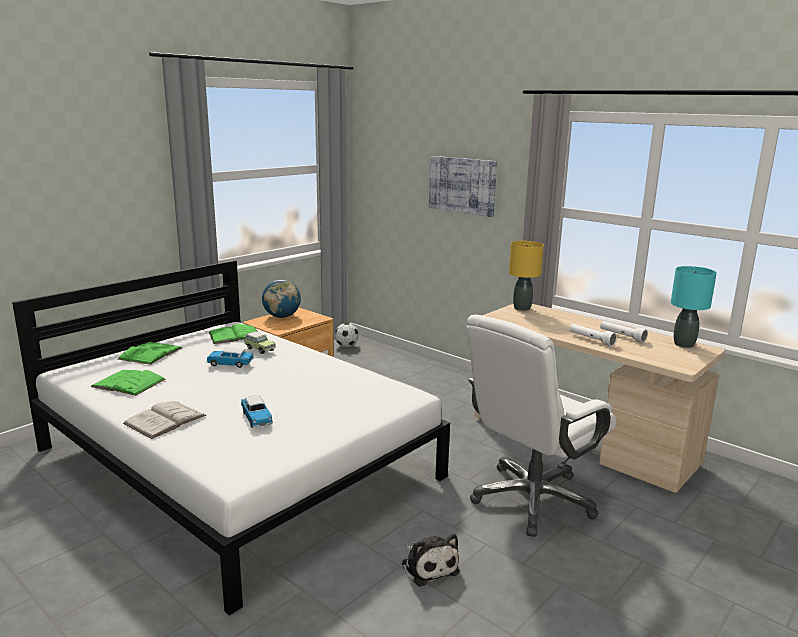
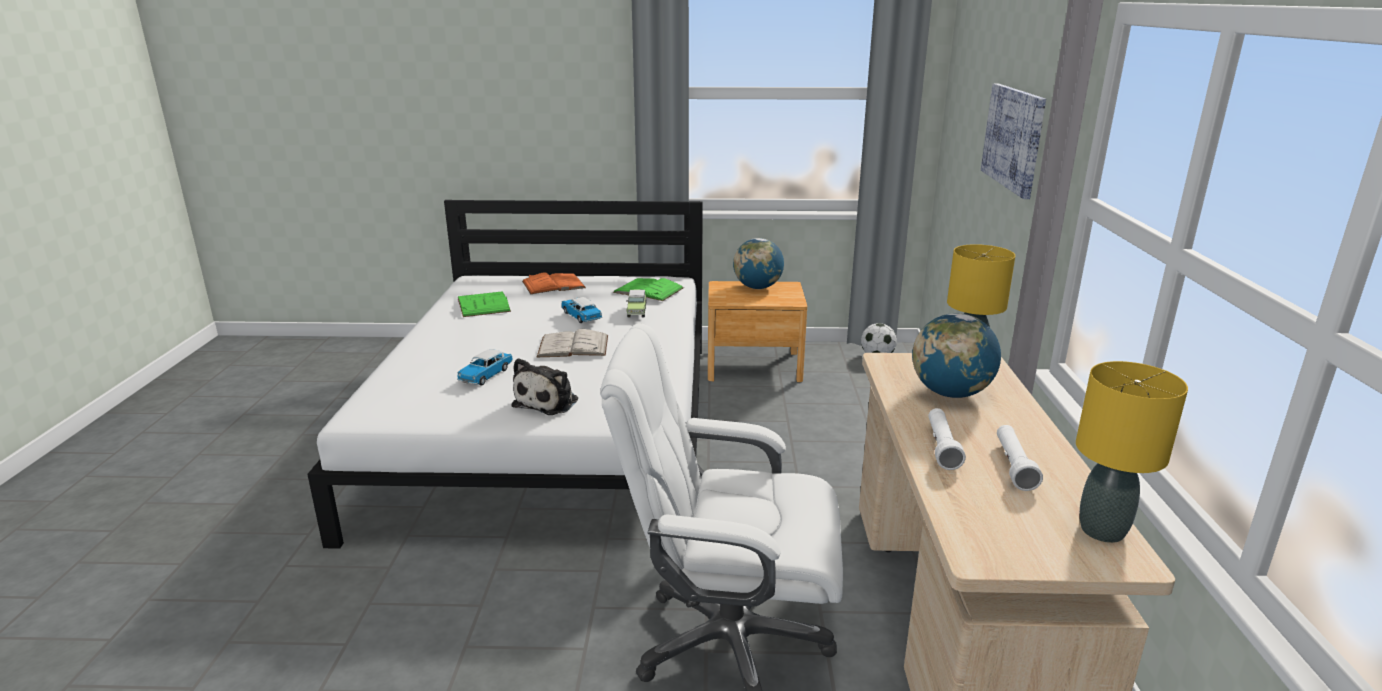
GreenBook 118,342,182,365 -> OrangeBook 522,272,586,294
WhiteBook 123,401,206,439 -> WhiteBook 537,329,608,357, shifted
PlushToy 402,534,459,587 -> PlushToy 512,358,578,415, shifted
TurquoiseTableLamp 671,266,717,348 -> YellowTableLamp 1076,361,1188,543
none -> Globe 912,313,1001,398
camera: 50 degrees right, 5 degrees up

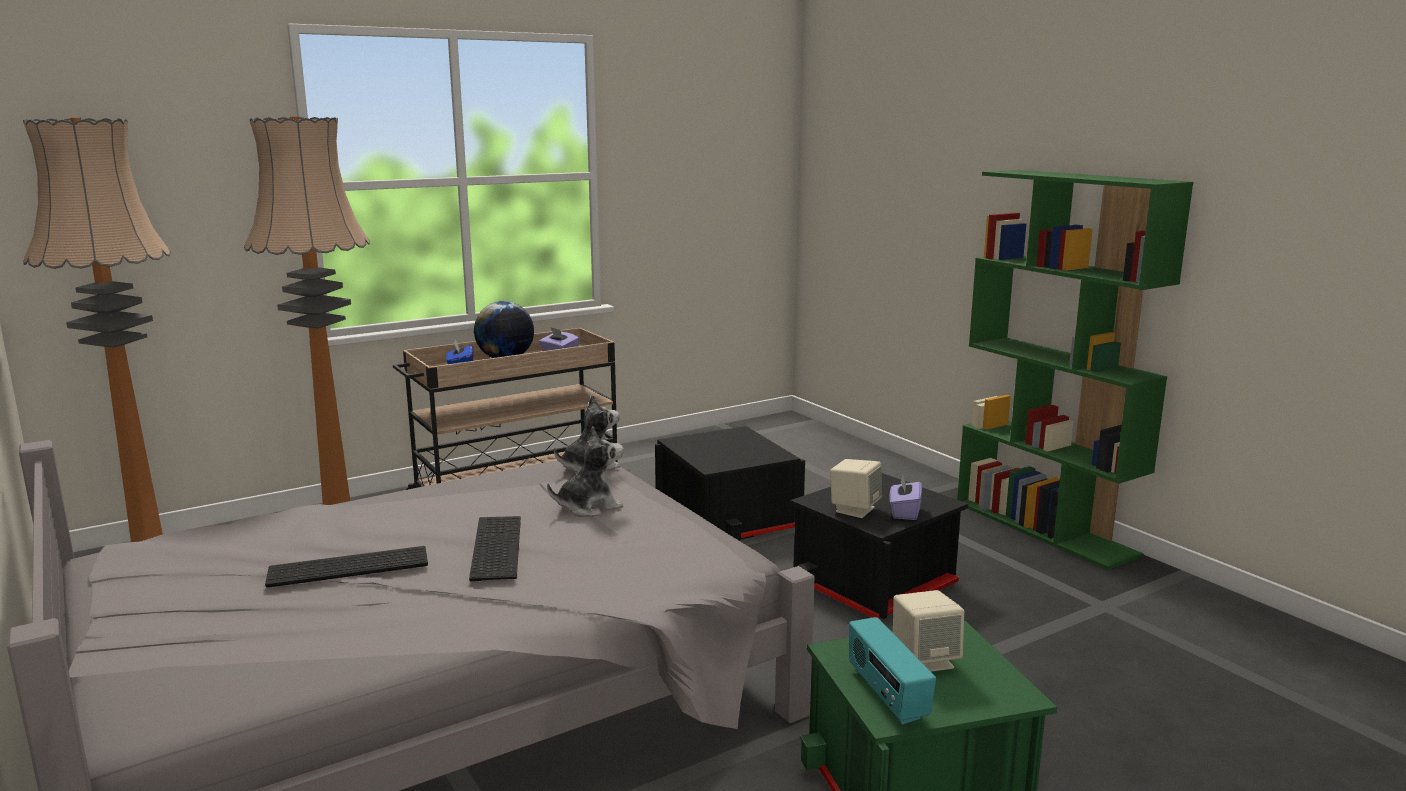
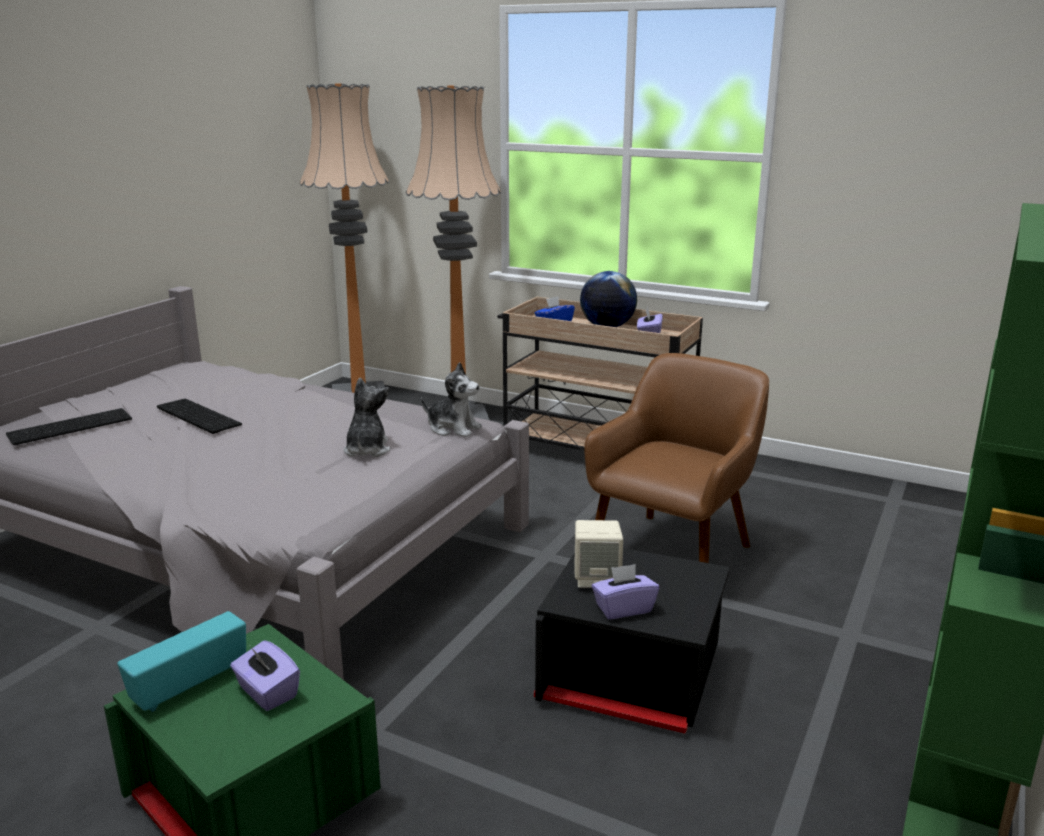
Keyboard 469,516,521,582 -> Keyboard 6,408,132,445, shifted
PlushToy 547,426,624,517 -> PlushToy 343,378,390,457, 120 degrees counterclockwise
BlackStorageBox 655,426,805,541 -> BrownArmchair 584,353,769,563
BeigeSpeaker 893,590,964,672 -> PurpleTissueBox 230,640,300,711
camera: 60 degrees right, 5 degrees up

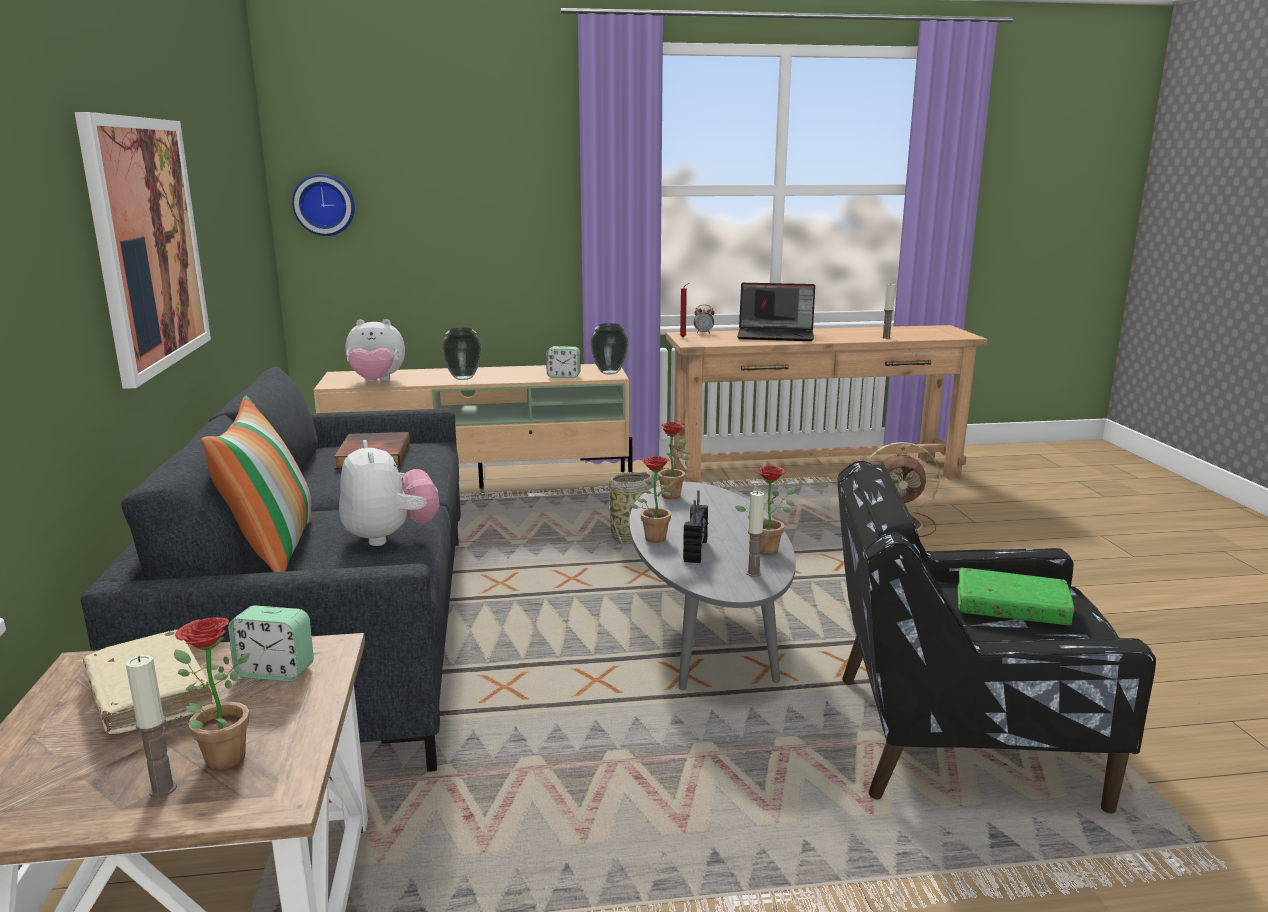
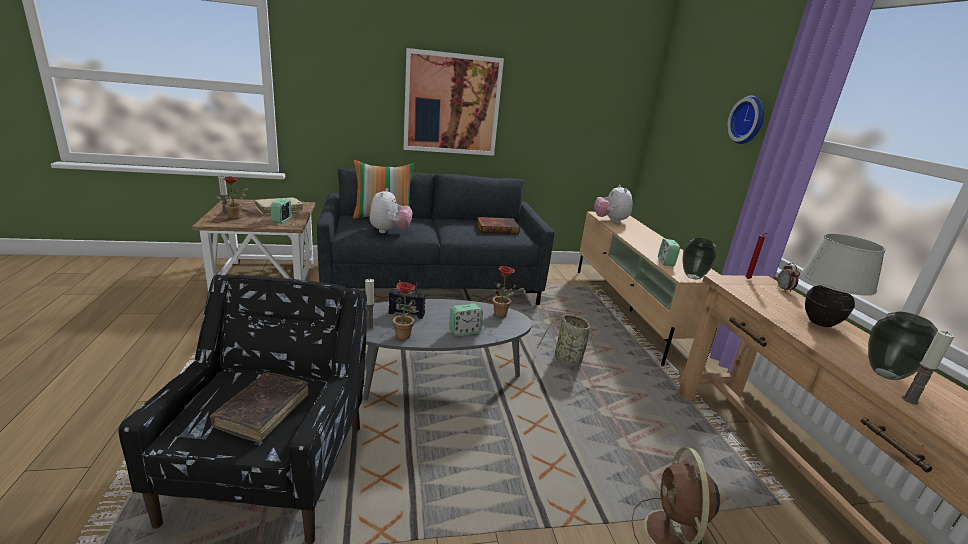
WallClock 292,174,355,236 -> WallClock 727,96,764,144, shifted
PlushToy 339,440,440,546 -> PlushToy 369,188,413,233, 60 degrees counterclockwise
Vase 442,328,482,380 -> Vase 868,312,938,380, shifted
PottedPlant 630,456,673,543 -> none
Laptop 737,283,815,341 -> WhiteTableLamp 802,234,886,327
GreenBook 958,568,1074,625 -> BrownBook 210,372,309,443
none -> AlarmClock 449,303,483,337
camera: 85 degrees right, 5 degrees up

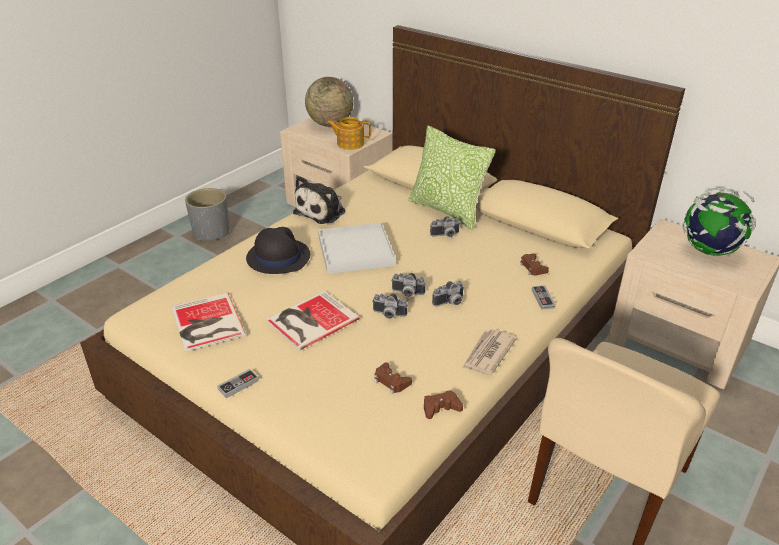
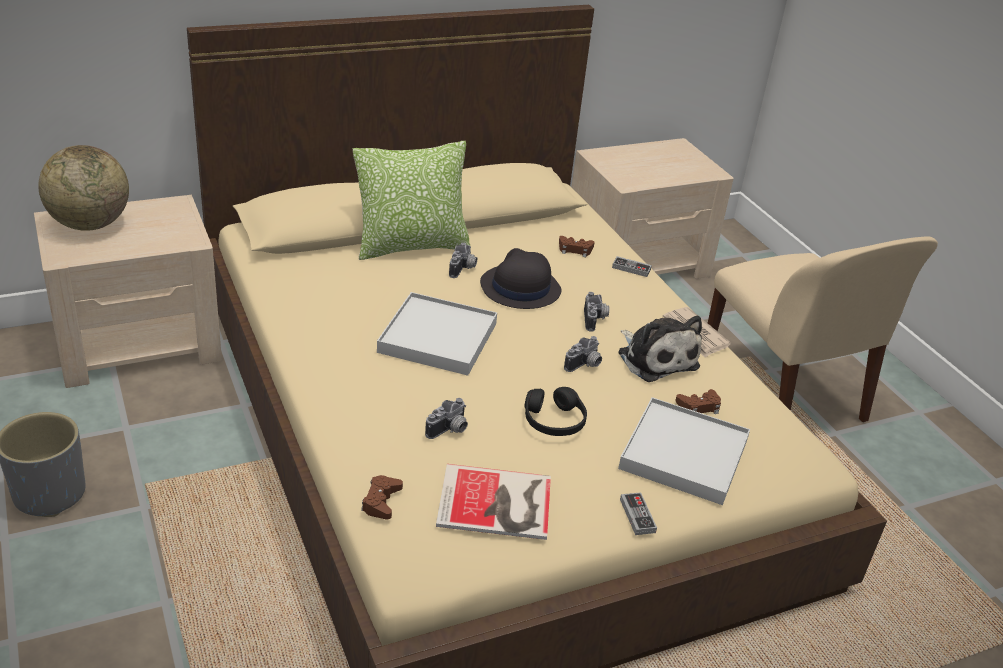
BlackHat 246,227,310,274 -> BlackHat 480,248,561,309, shifted
Book 266,291,359,350 -> BlackHeadphones 524,387,587,436
PlushToy 293,176,346,224 -> PlushToy 618,316,702,382, shifted
Teapot 327,117,371,150 -> none
PhotoCamera 391,273,426,297 -> PhotoCamera 425,398,468,439, shifted
BrownGameController 424,390,463,419 -> BrownGameController 361,475,403,519, shifted
Globe 683,188,755,256 -> none
none -> WhiteTray 618,397,750,505
camera: 65 degrees left, 0 degrees up

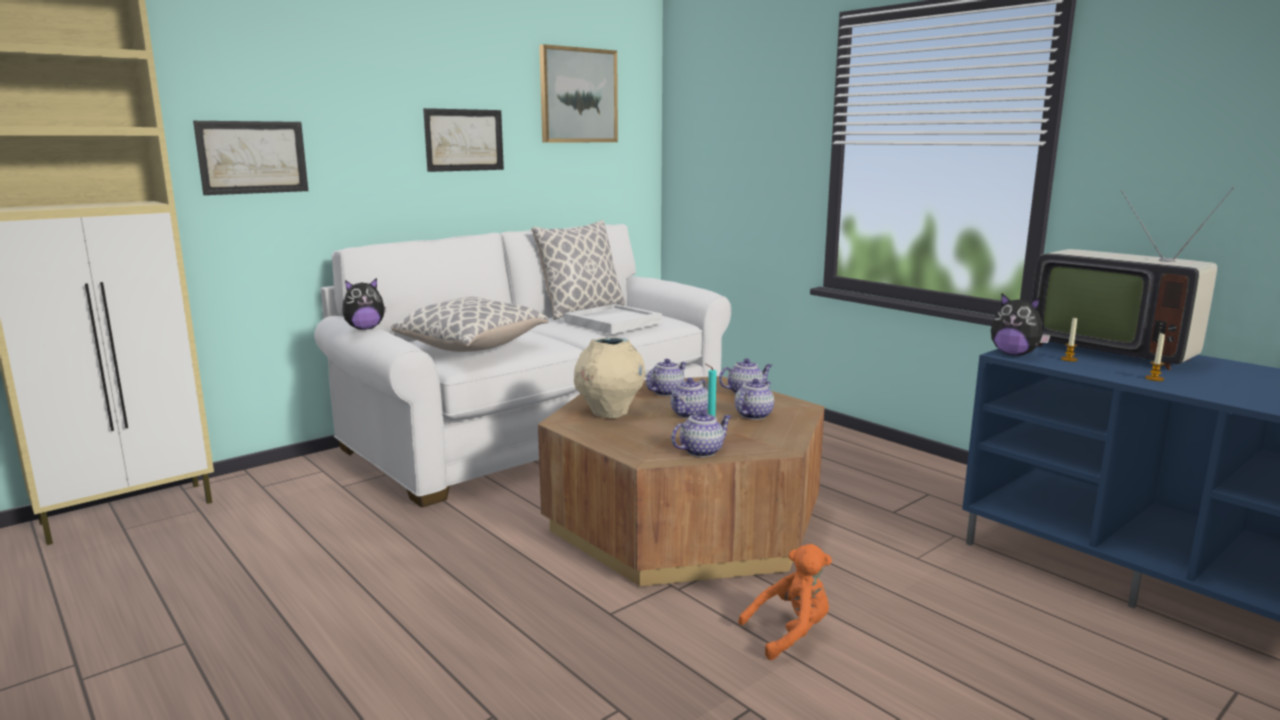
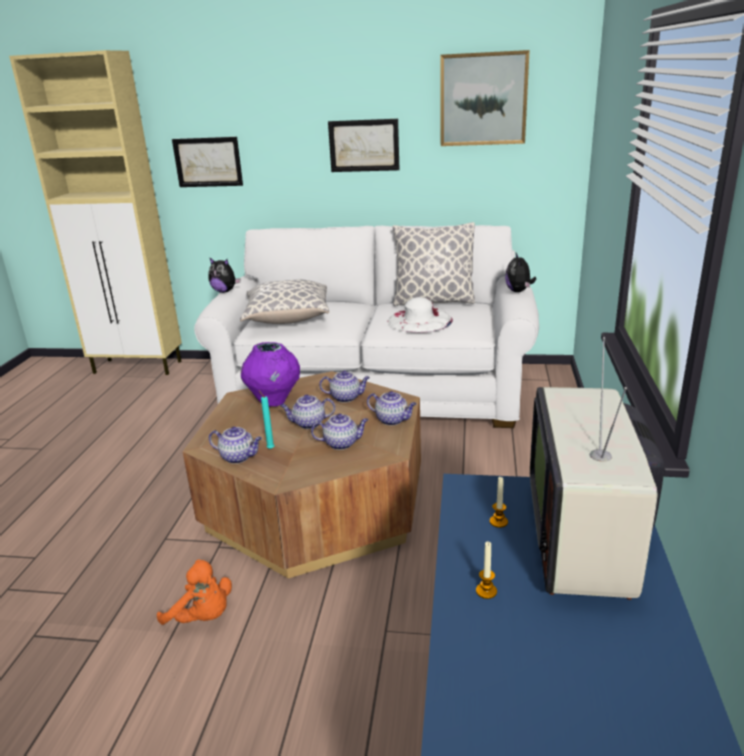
WhiteTray 564,304,662,334 -> WhiteHat 388,297,453,333
BeigeVase 574,338,645,418 -> PurpleVase 241,342,300,407
PlushToy 991,293,1051,356 -> PlushToy 505,253,536,292, shifted
camera: 50 degrees right, 10 degrees up

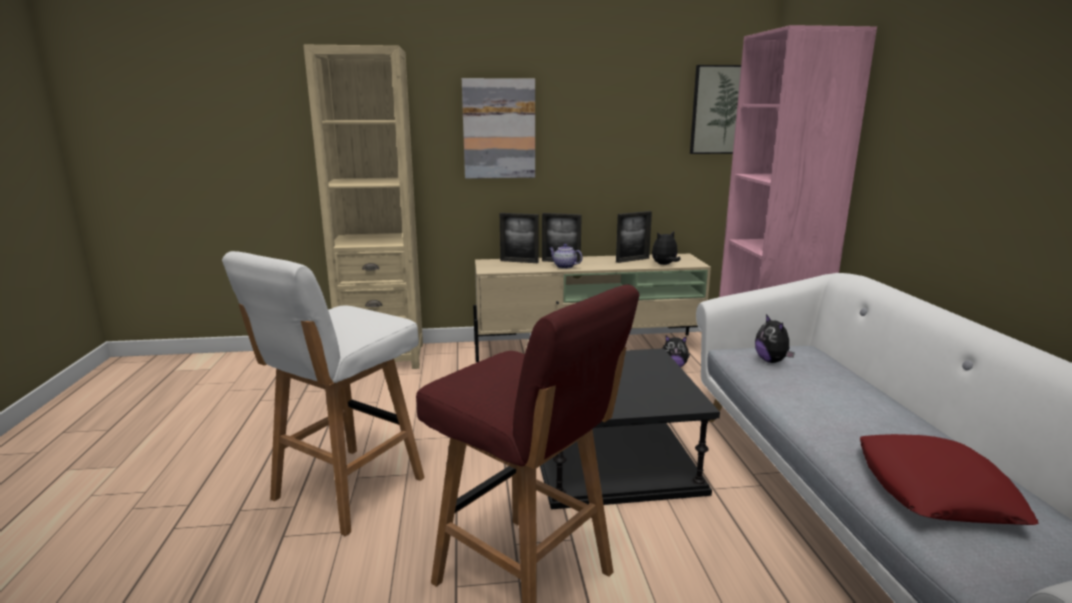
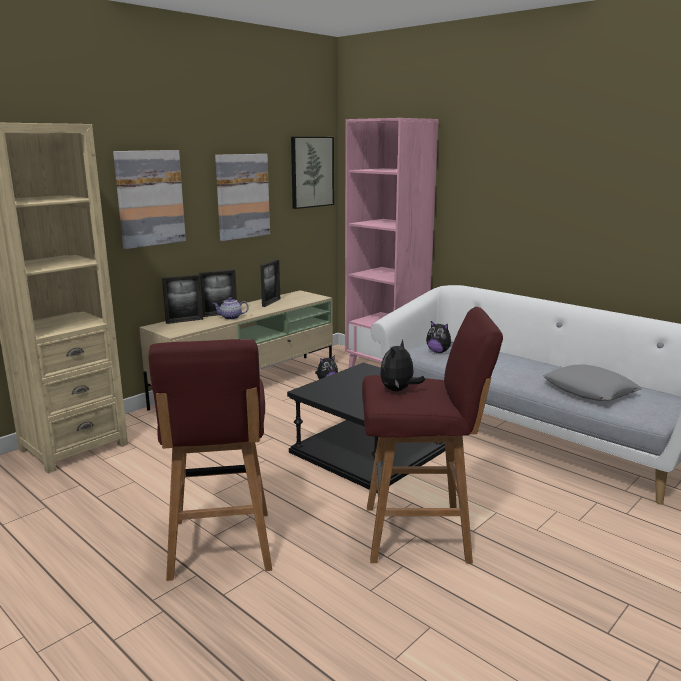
WhiteStool 222,251,425,536 -> RedStool 148,339,272,581
PlushToy 652,231,681,265 -> PlushToy 380,339,425,391, shifted
RedPillow 860,434,1039,525 -> GreyPillow 543,365,642,401
none -> Picture 215,154,270,241
camera: 40 degrees left, 0 degrees up

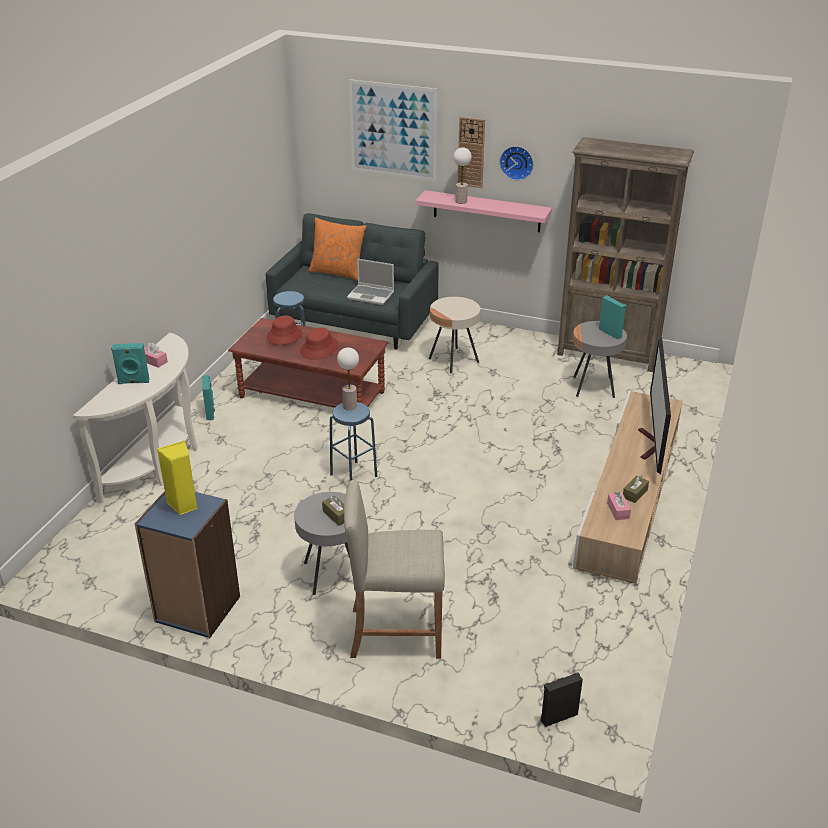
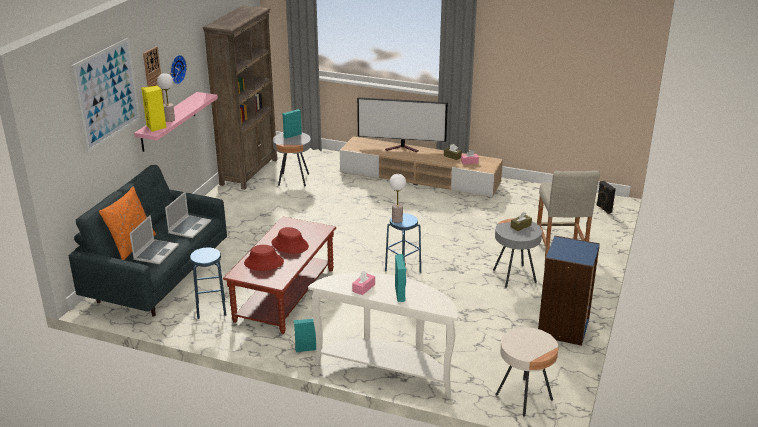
YellowSpeaker 157,440,198,515 -> YellowSpeaker 141,86,167,132, shifted
BeigeSideTable 429,297,480,374 -> BeigeSideTable 496,327,558,416, shifted
none -> Laptop 130,215,179,264
camera: 90 degrees left, 5 degrees down

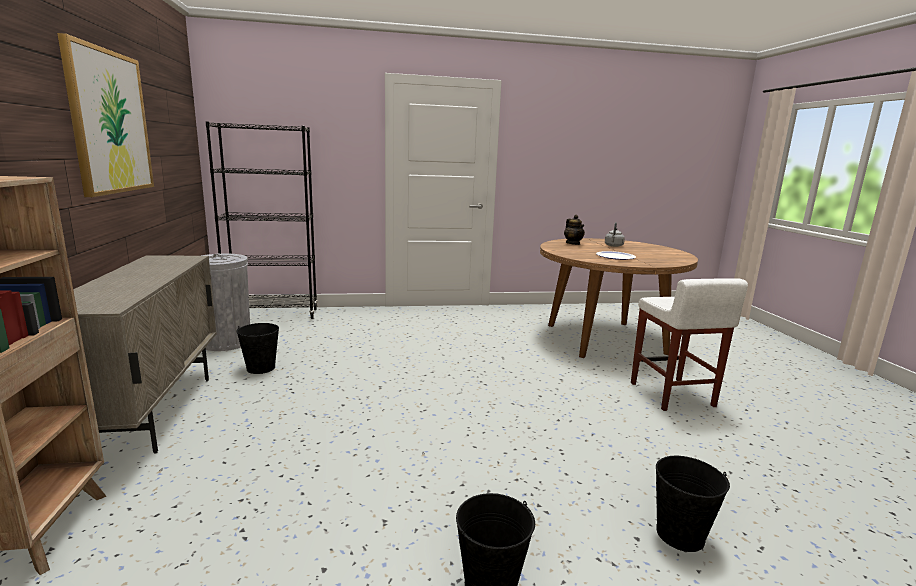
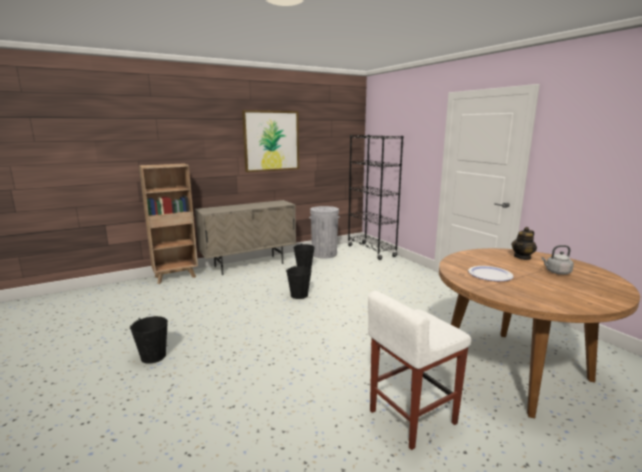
BlackBucket 656,456,730,552 -> BlackBucket 286,265,312,299, shifted
camera: 70 degrees right, 0 degrees up

